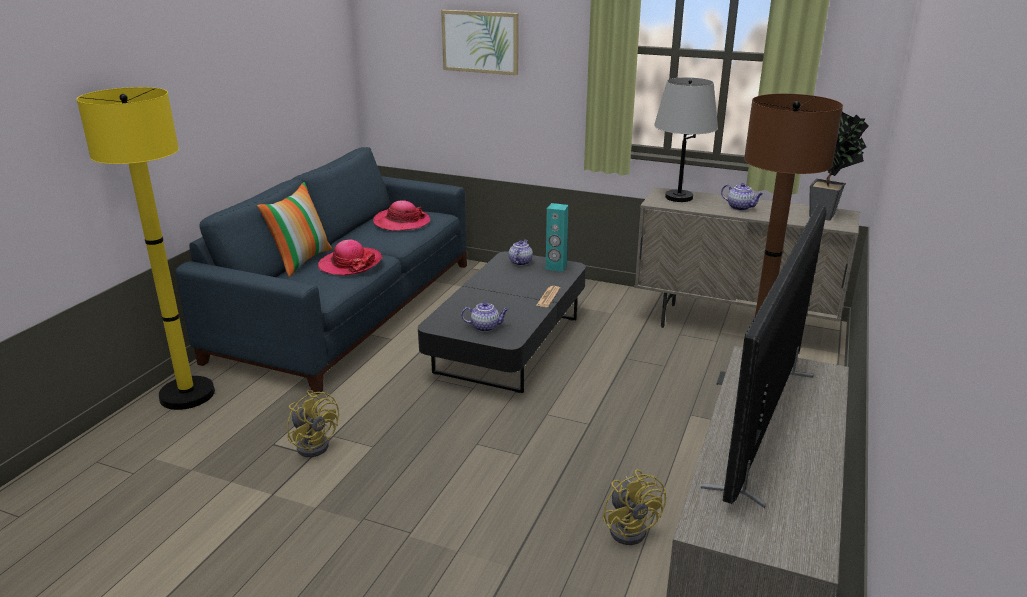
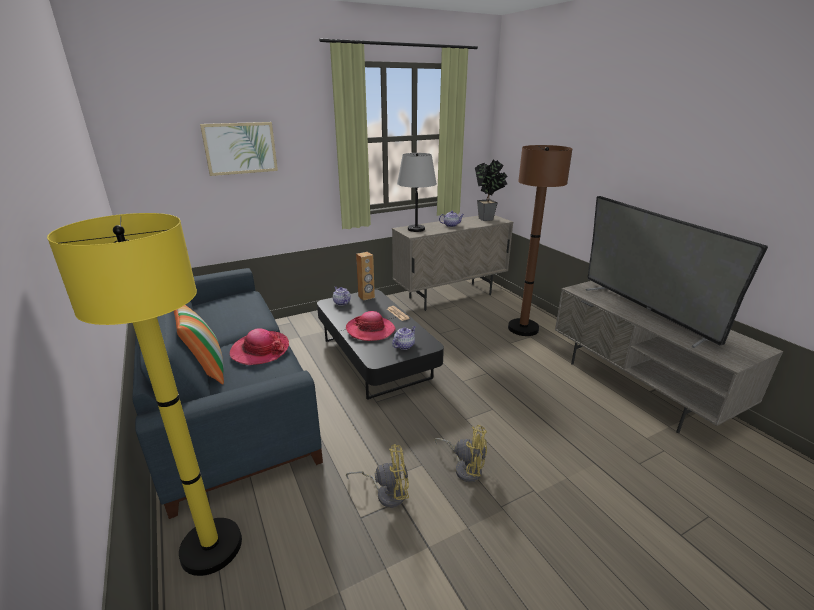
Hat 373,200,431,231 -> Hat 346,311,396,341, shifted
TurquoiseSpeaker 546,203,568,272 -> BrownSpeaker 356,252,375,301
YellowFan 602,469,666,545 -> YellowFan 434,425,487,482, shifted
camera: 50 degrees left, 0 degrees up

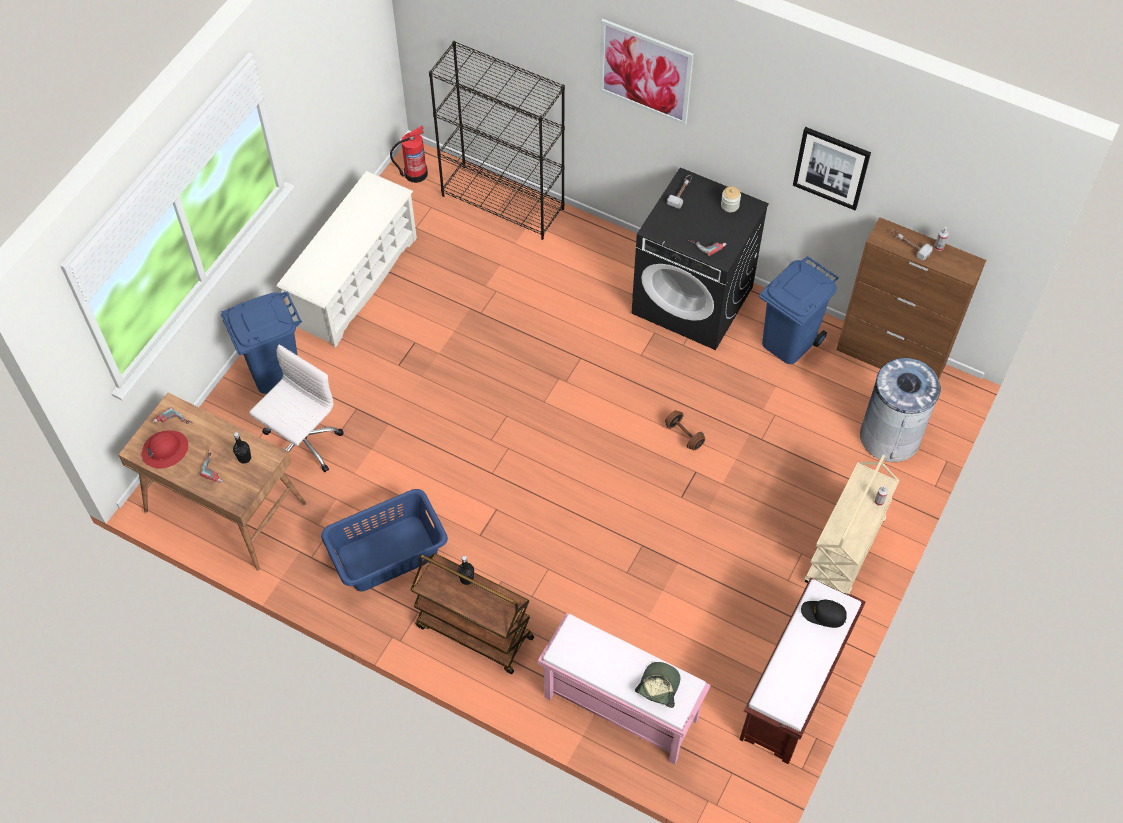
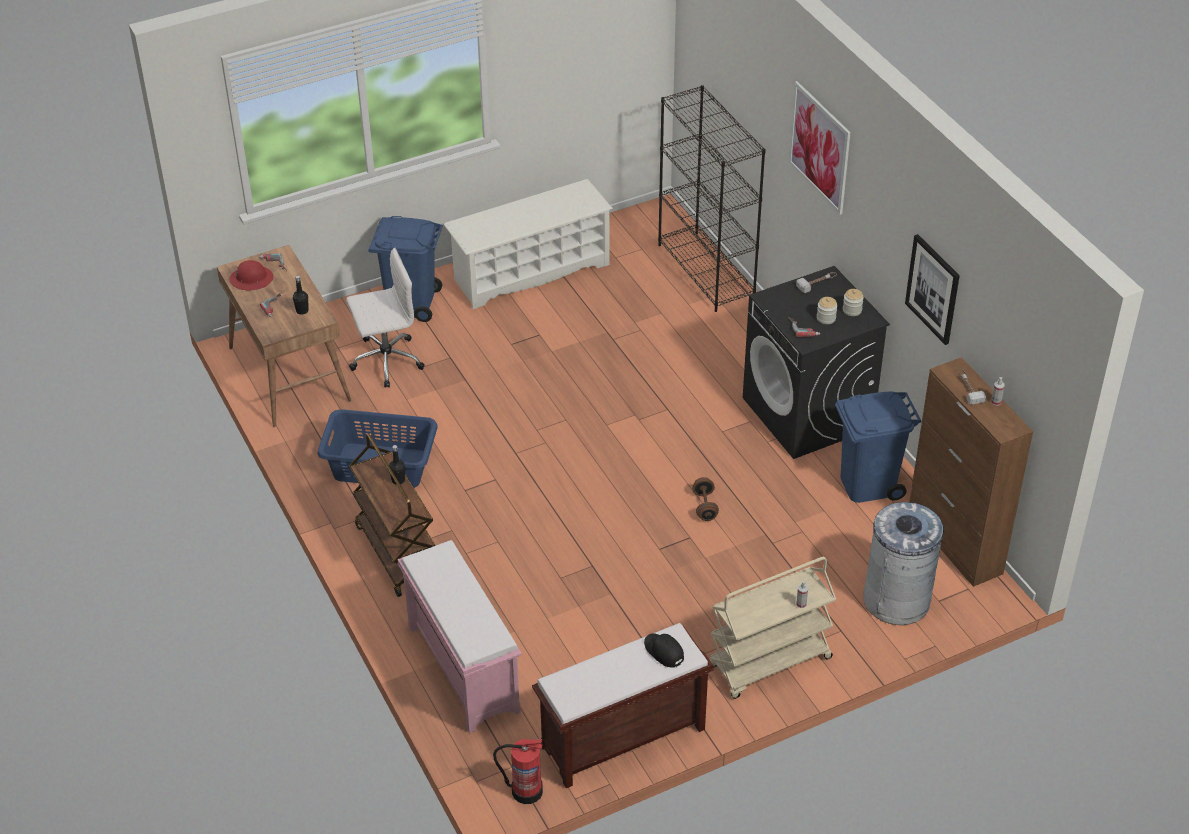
FireExtinguisher 390,125,428,183 -> FireExtinguisher 493,739,543,804, shifted
Cap 635,662,680,708 -> none
none -> Jar 817,297,838,324
camera: 35 degrees right, 15 degrees down

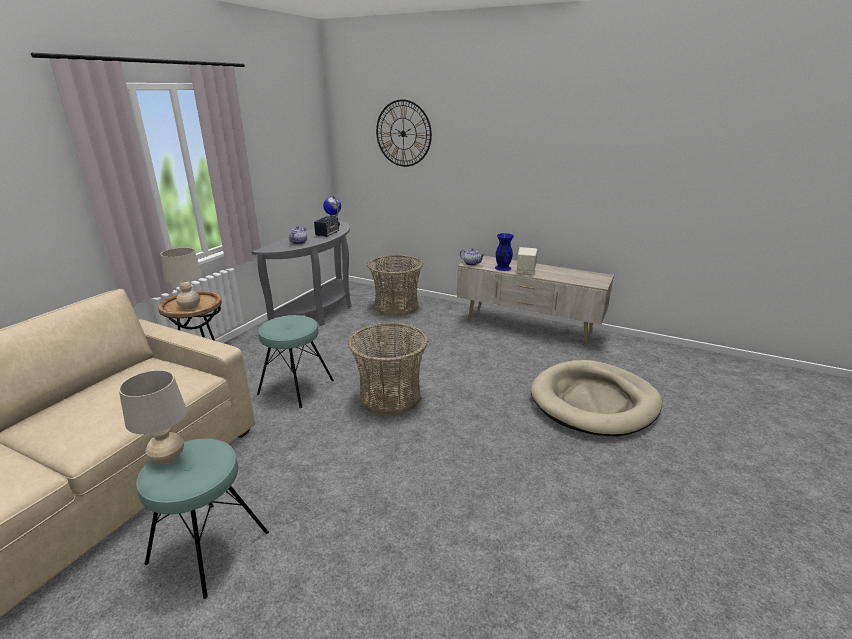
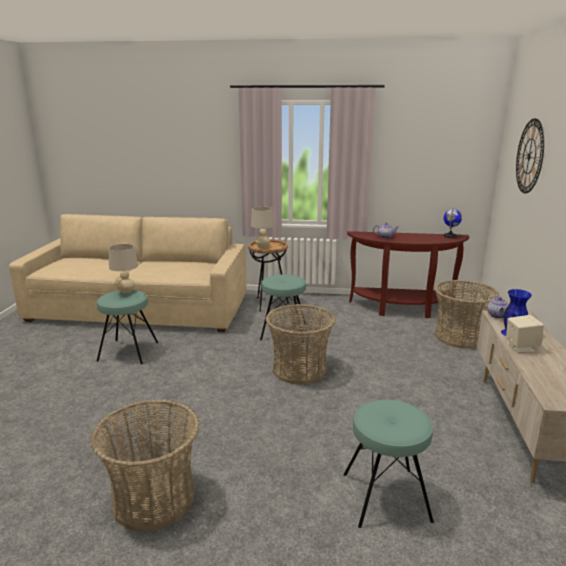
GreyConsoleTable 251,220,351,326 -> BrownConsoleTable 347,231,470,318
Speaker 314,216,339,237 -> none
BeigeDogBed 531,360,662,437 -> TurquoiseStool 343,400,434,528
none -> Basket 91,399,199,531
camera: 70 degrees right, 5 degrees down

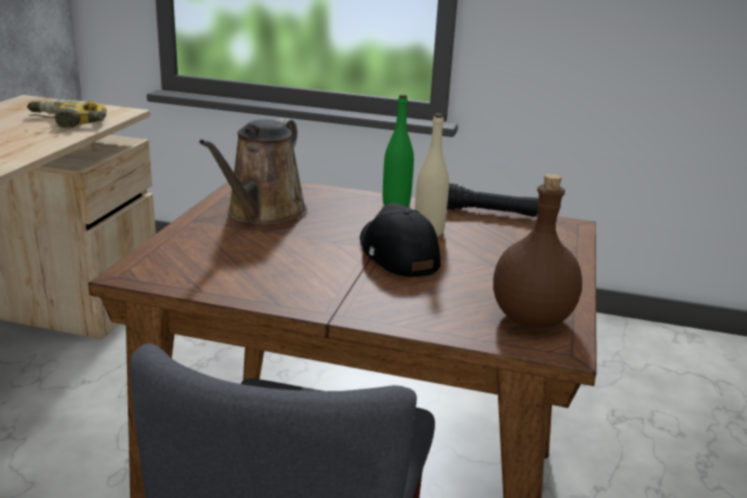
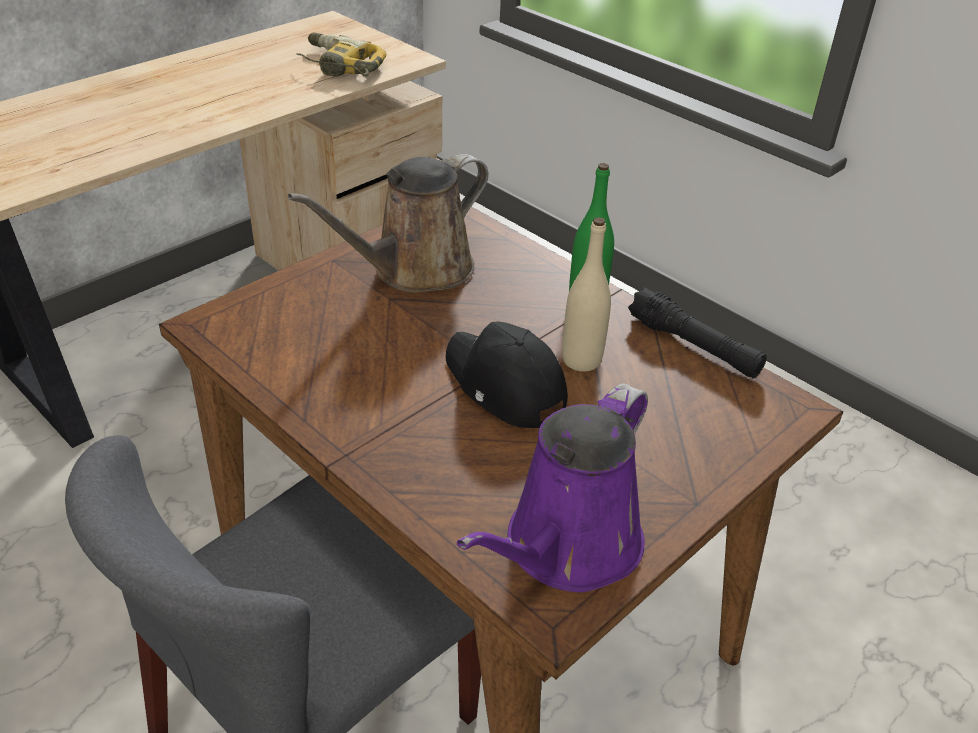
BlackCap 360,203,441,277 -> BlackCap 446,321,568,428, 45 degrees counterclockwise
BrownBottle 493,174,582,327 -> PurpleWateringCan 457,383,648,592
camera: 30 degrees right, 15 degrees up

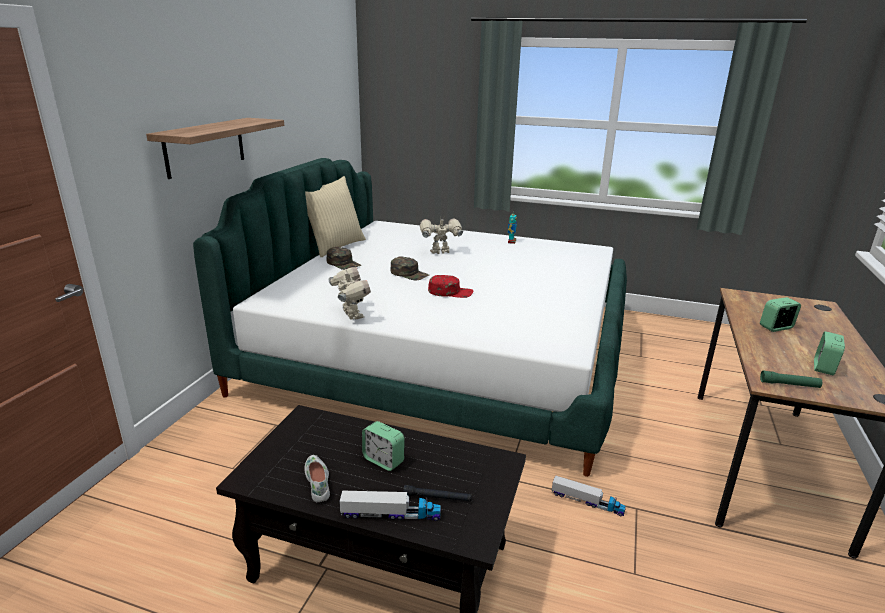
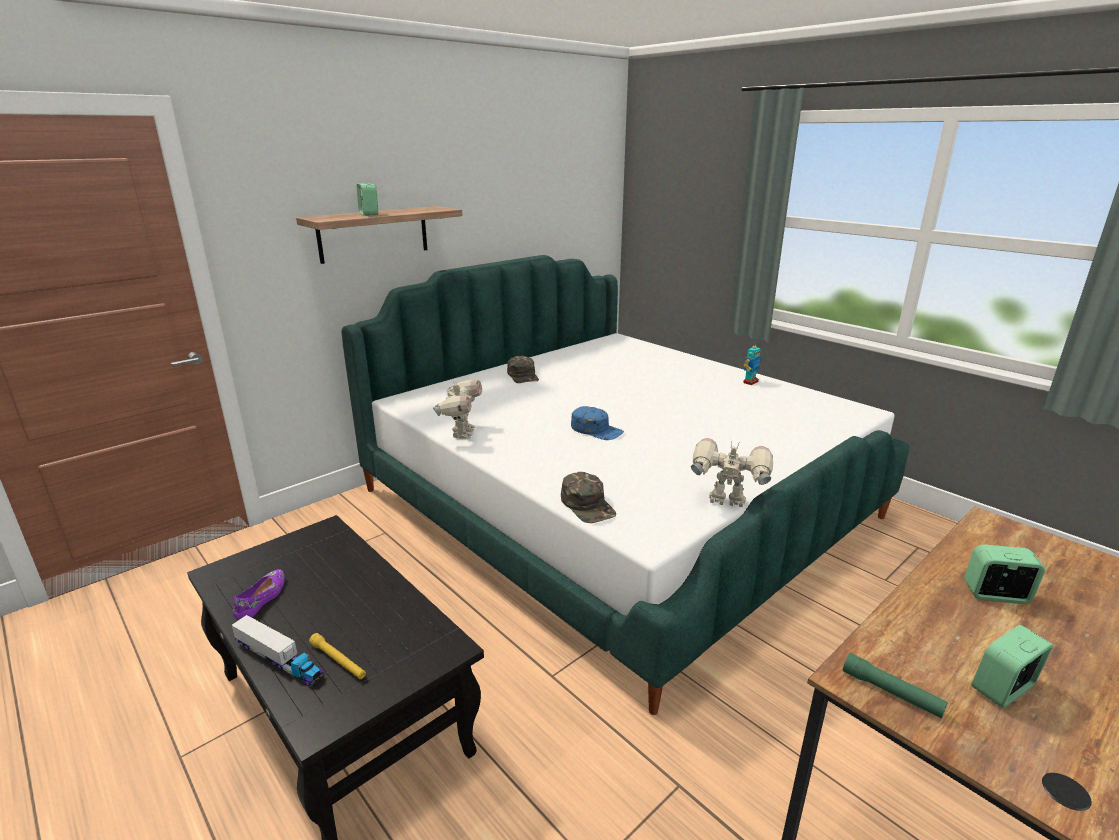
WhiteShoe 304,455,330,502 -> PurpleShoe 233,569,285,620
BeigePillow 305,176,366,257 -> none
AlarmClock 362,421,405,471 -> AlarmClock 357,183,378,216, shifted
GreenCap 390,256,429,280 -> GreenCap 561,472,616,523, shifted
BlackFlashlight 403,485,472,502 -> YellowFlashlight 309,633,366,679
ToyRobot 420,218,463,254 -> ToyRobot 691,438,773,507, shifted
RedCap 428,275,473,298 -> BlueCap 571,406,624,440
ToyTruck 552,475,626,516 -> none
camera: 30 degrees right, 0 degrees up

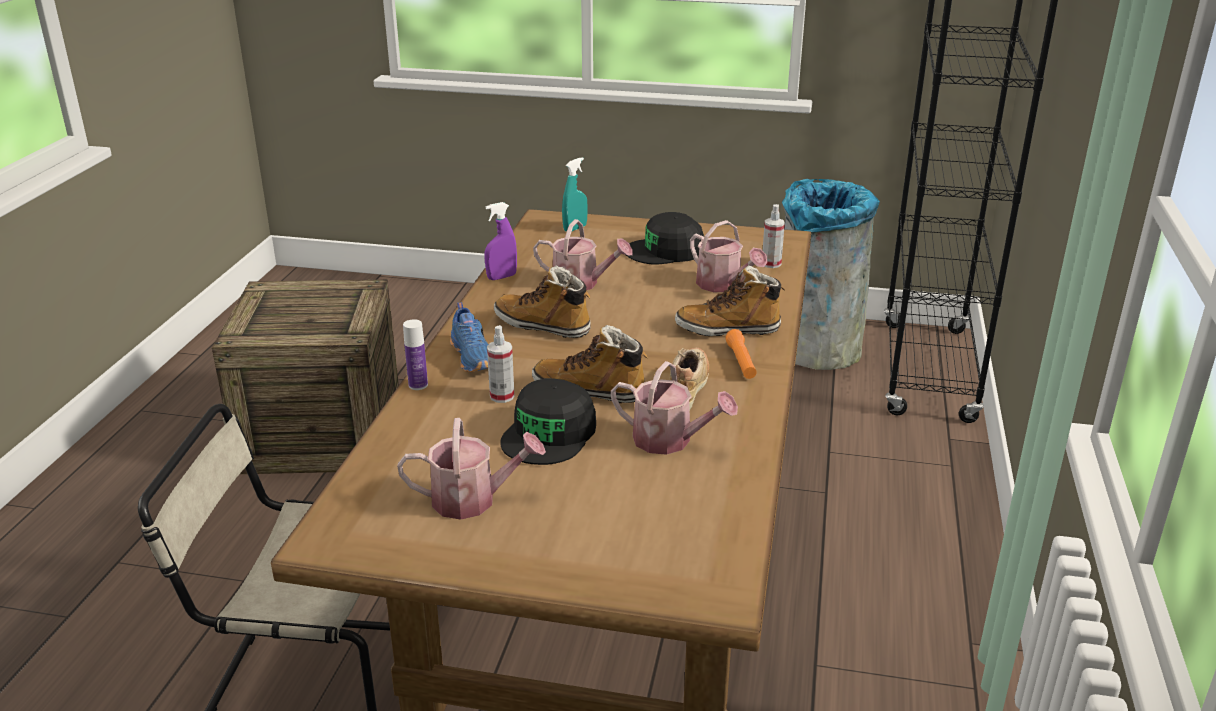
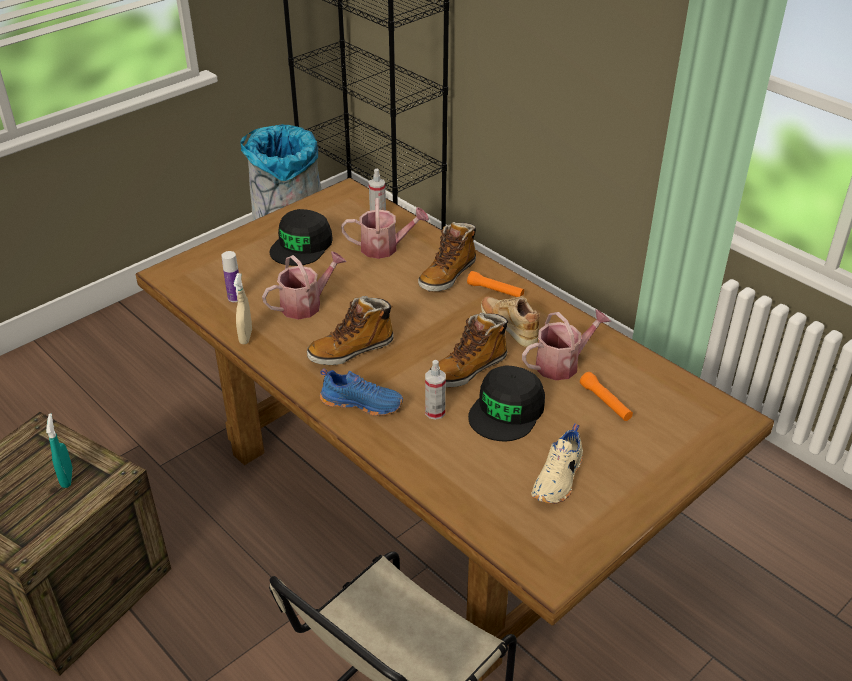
WateringCan 397,418,546,520 -> BeigeShoe 531,424,583,504
Bottle 403,319,428,390 -> Bottle 221,251,239,302, shifted
PurpleSprayBottle 484,202,517,280 -> BeigeSprayBottle 234,273,252,344
BlackCap 501,378,596,465 -> BlackCap 468,365,545,441, 60 degrees clockwise
TurquoiseSprayBottle 562,157,588,232 -> TurquoiseSprayBottle 46,413,73,488, shifted
none -> OrangeFlashlight 580,372,633,421
camera: 55 degrees left, 10 degrees up

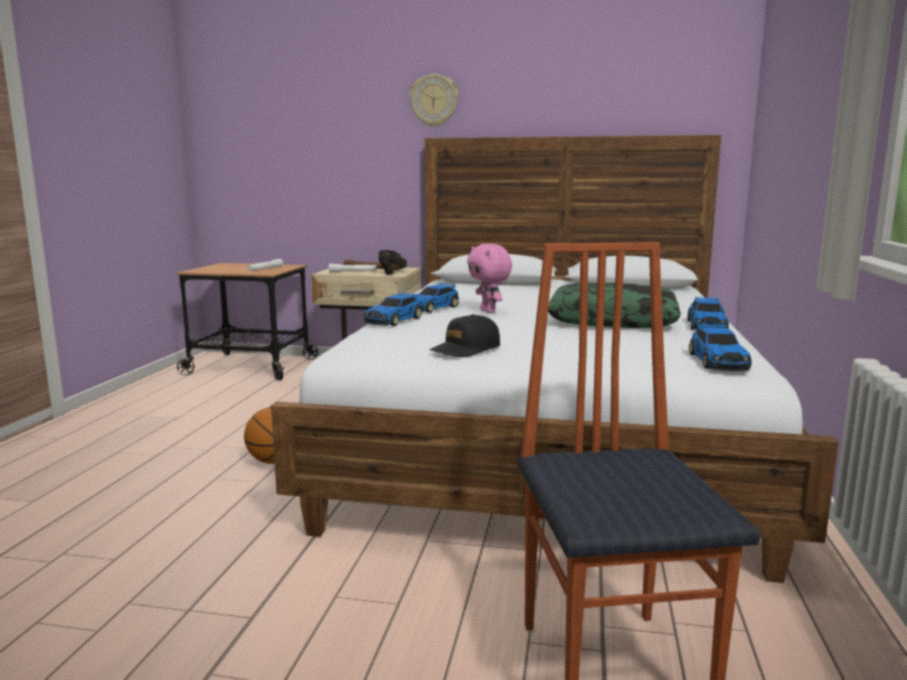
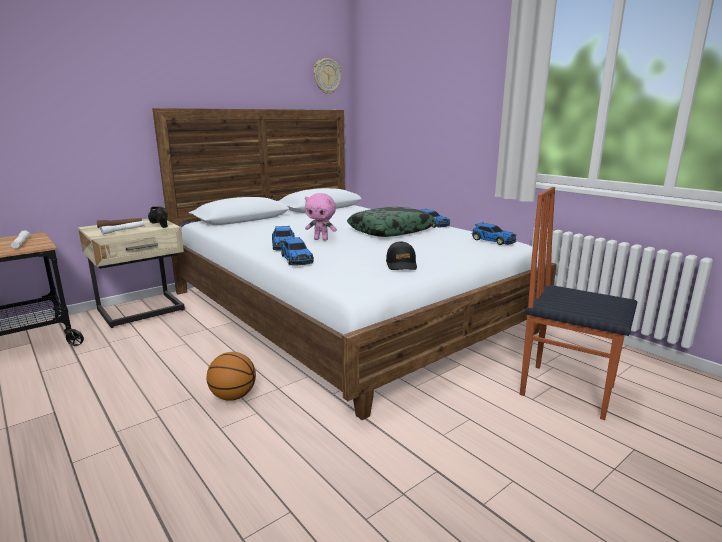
WallClock 410,74,458,127 -> WallClock 314,58,341,94, shifted
camera: 50 degrees left, 5 degrees up

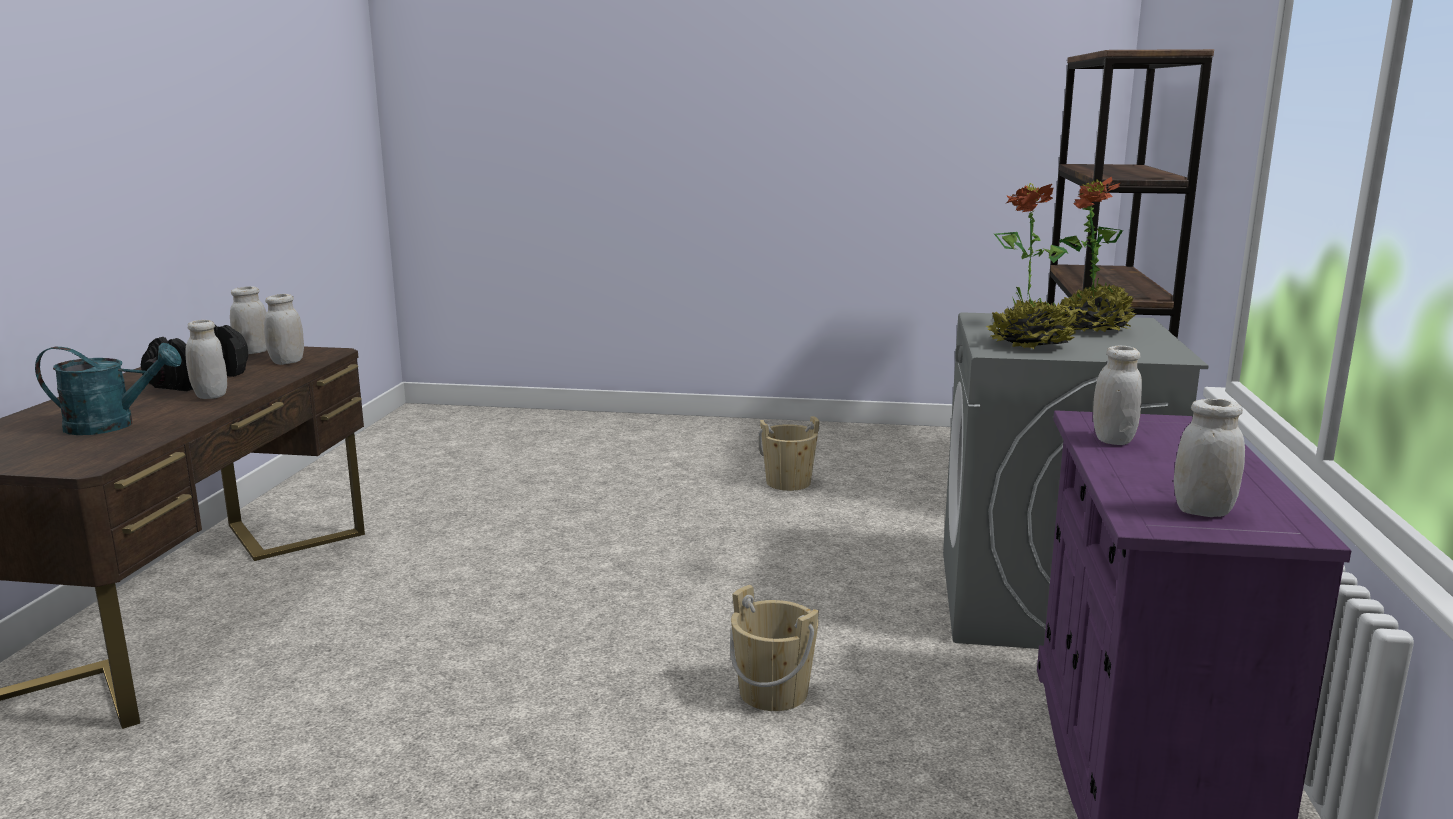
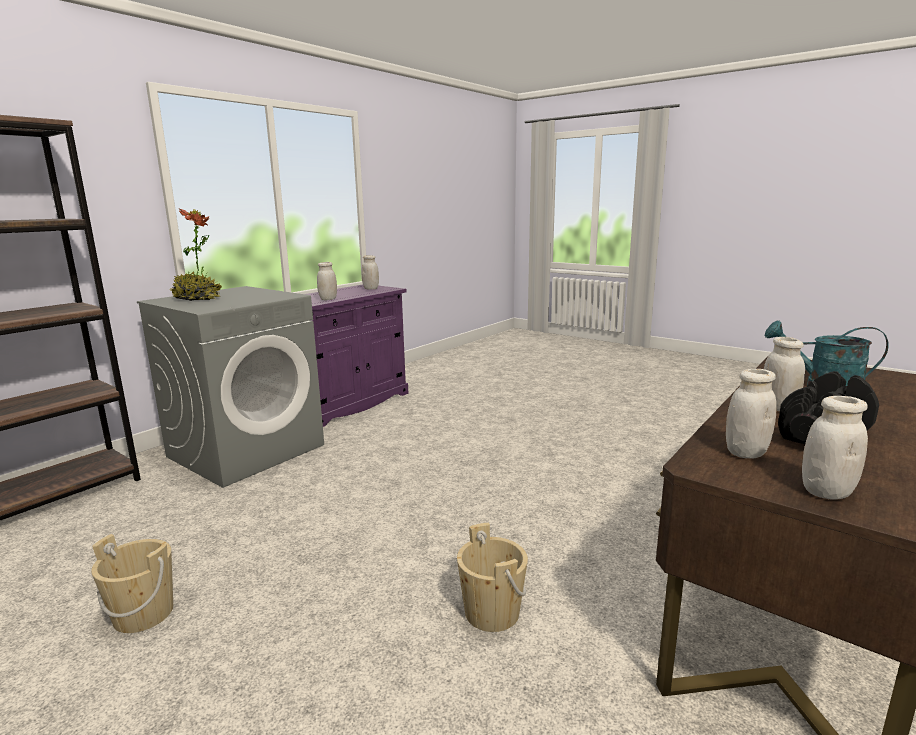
BeigeBucket 730,585,819,711 -> BeigeBucket 457,523,528,632, shifted
PottedPlant 986,183,1077,350 -> none
camera: 150 degrees left, 0 degrees up

